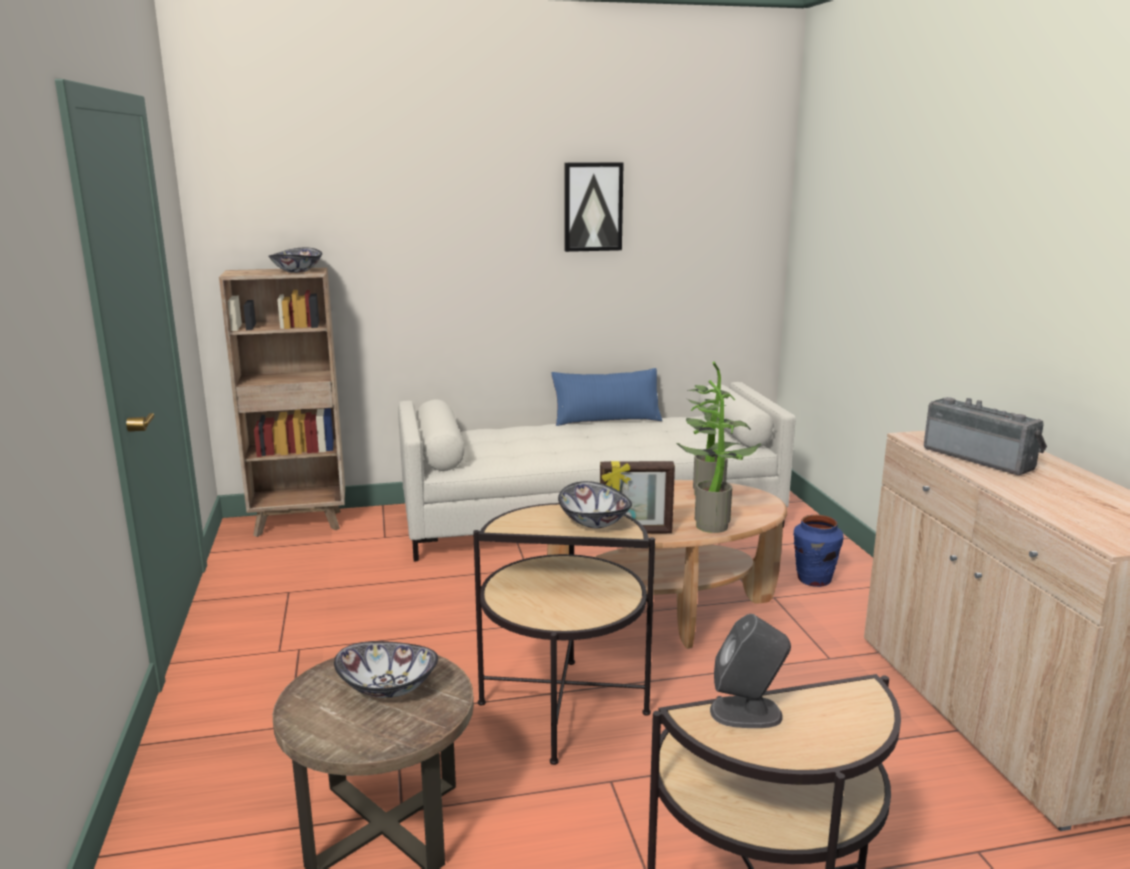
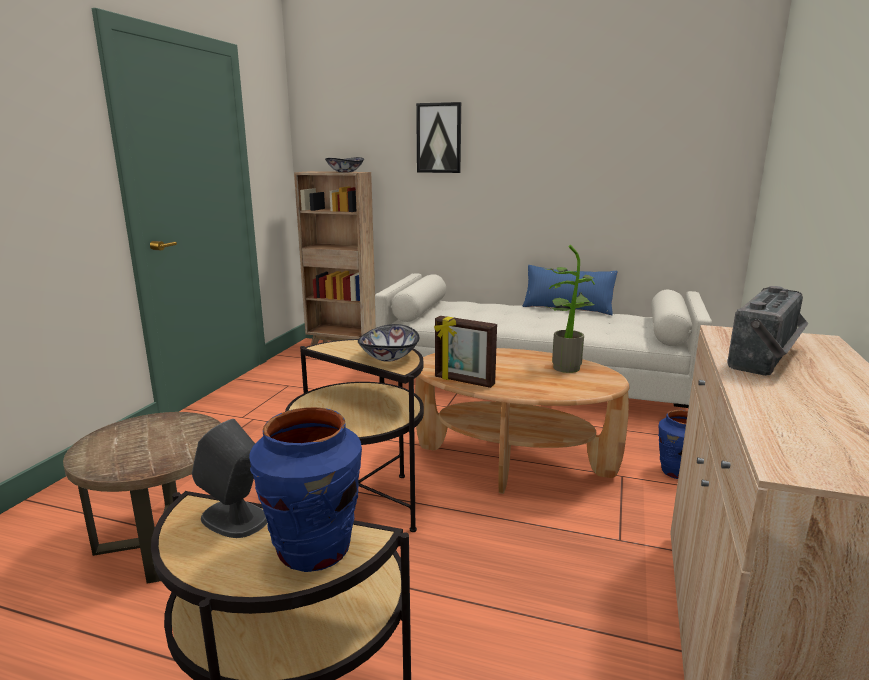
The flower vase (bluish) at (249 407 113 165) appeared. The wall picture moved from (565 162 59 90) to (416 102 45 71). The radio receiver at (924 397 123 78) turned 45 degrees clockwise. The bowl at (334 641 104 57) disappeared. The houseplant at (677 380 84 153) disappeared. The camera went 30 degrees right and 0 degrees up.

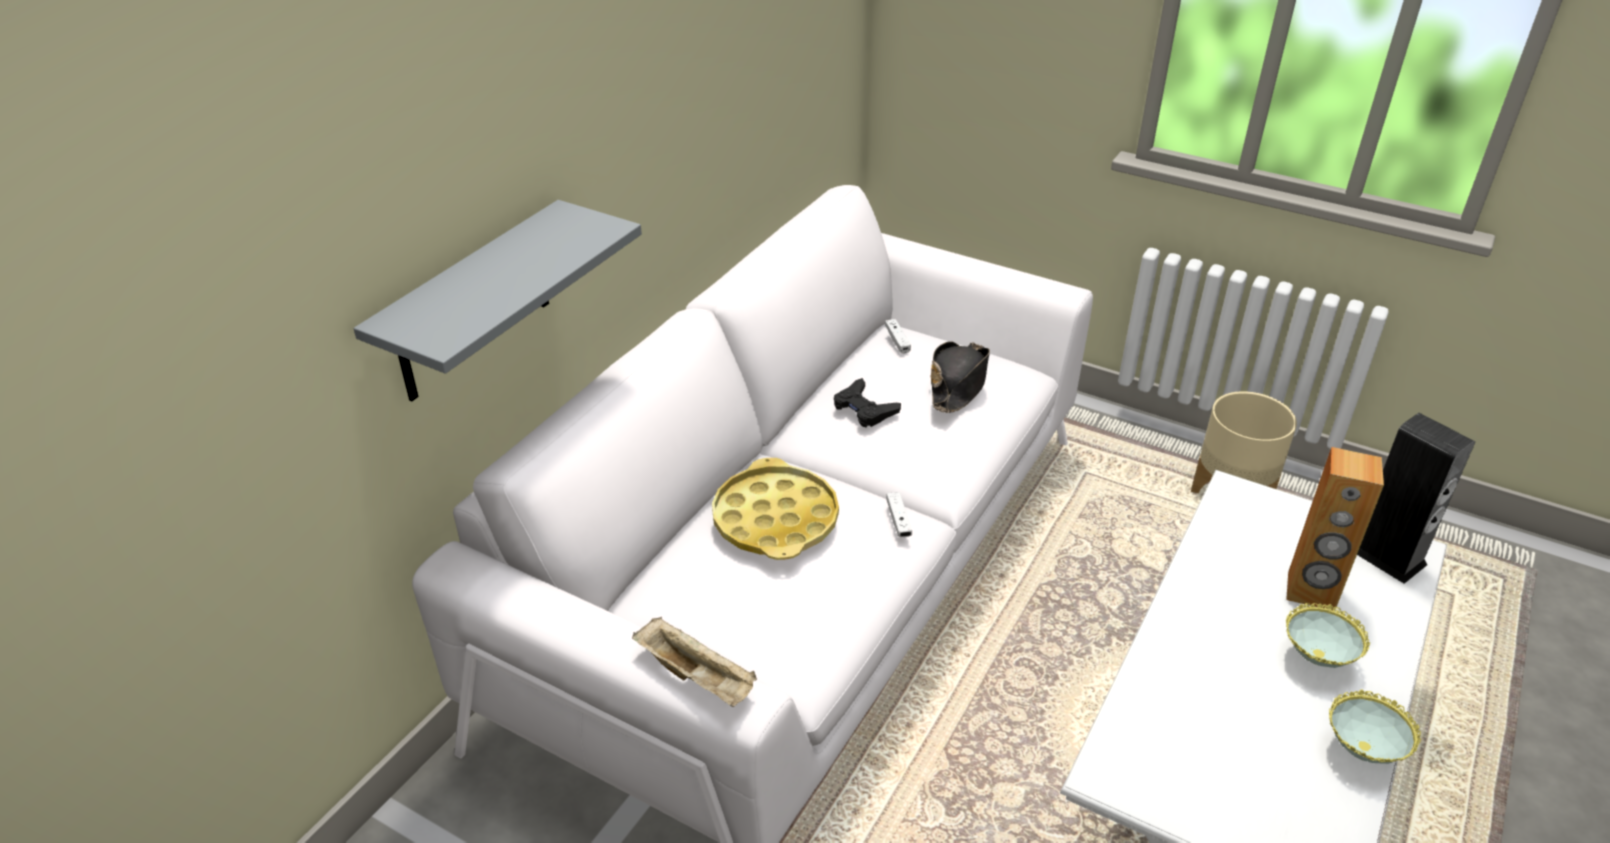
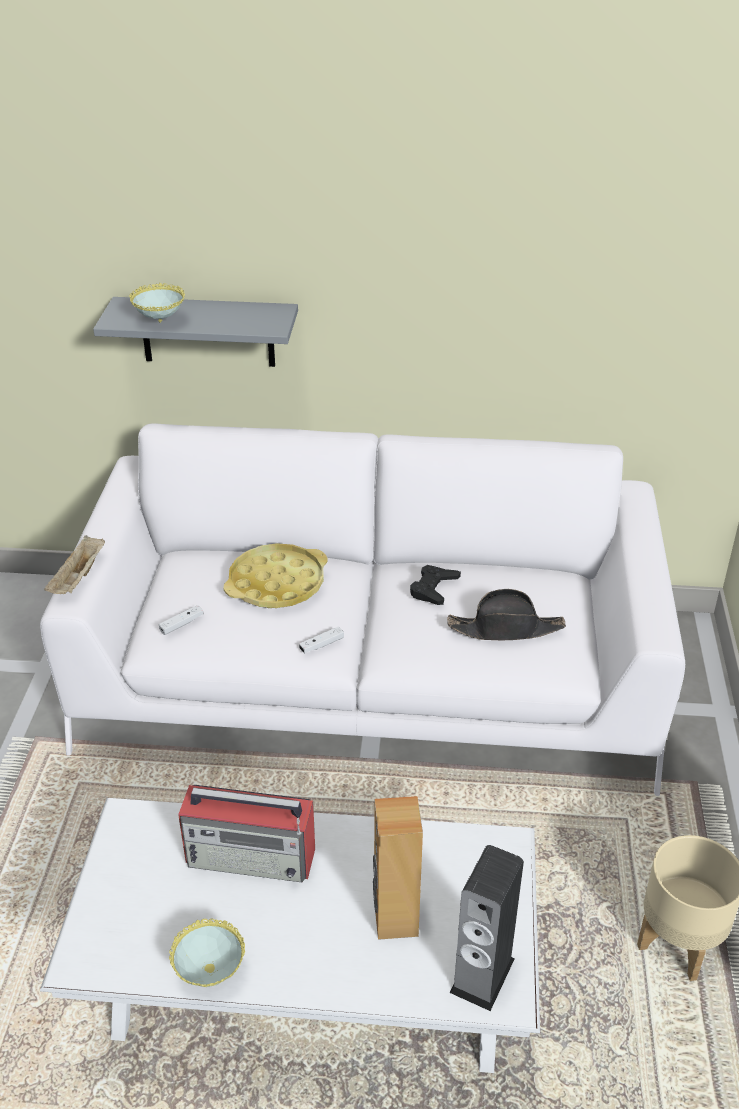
The bowl moved from (1286 603 84 65) to (129 283 56 40). The game controller (white-coloured) moved from (885 319 26 35) to (159 605 44 30). The radio receiver at (178 785 137 97) appeared. The camera went 65 degrees right and 0 degrees up.

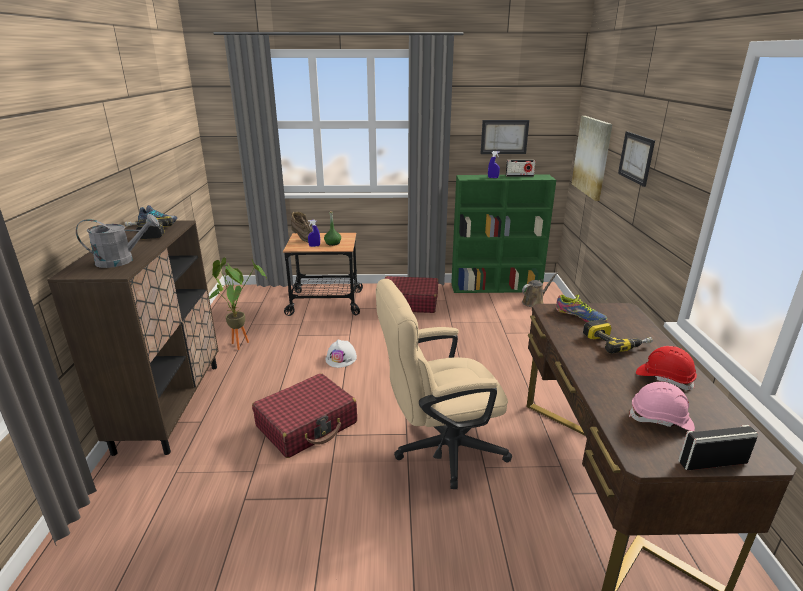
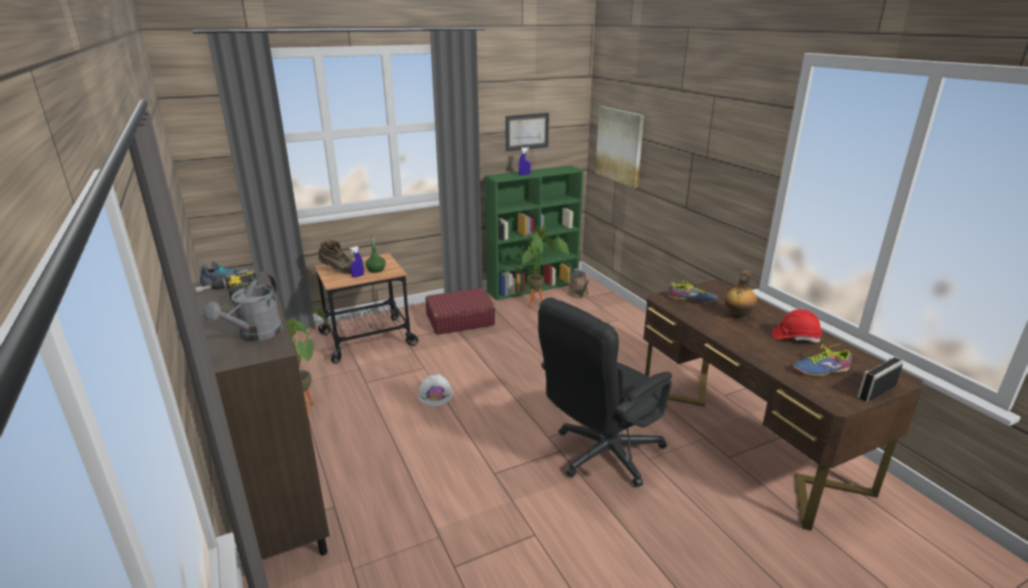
The watering pot (gray) at (76 214 83 54) turned 150 degrees clockwise. The houseplant at (519 226 50 82) appeared. The office chair (sand-coloured) at (376 279 136 210) became the office chair (blackish) at (538 298 134 189). The watering pot (brown) at (522 272 36 35) turned 135 degrees clockwise. The electric drill at (583 319 70 35) was replaced by the bottle at (725 271 32 48). The safety helmet (pinkish) at (629 382 66 49) was replaced by the low shoe at (793 344 59 32). The travel case (red) at (252 373 105 85) disappeared. The radio receiver at (506 160 29 17) disappeared. The wall picture at (618 131 37 56) disappeared. The camera went 25 degrees left and 0 degrees up.

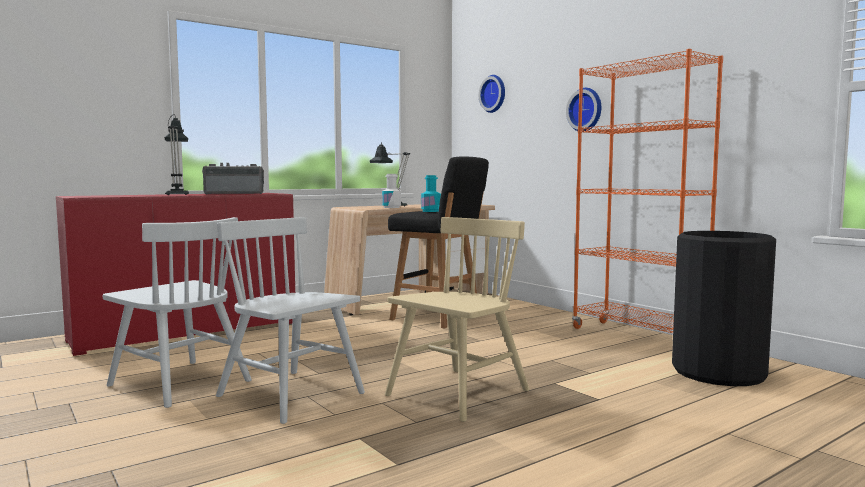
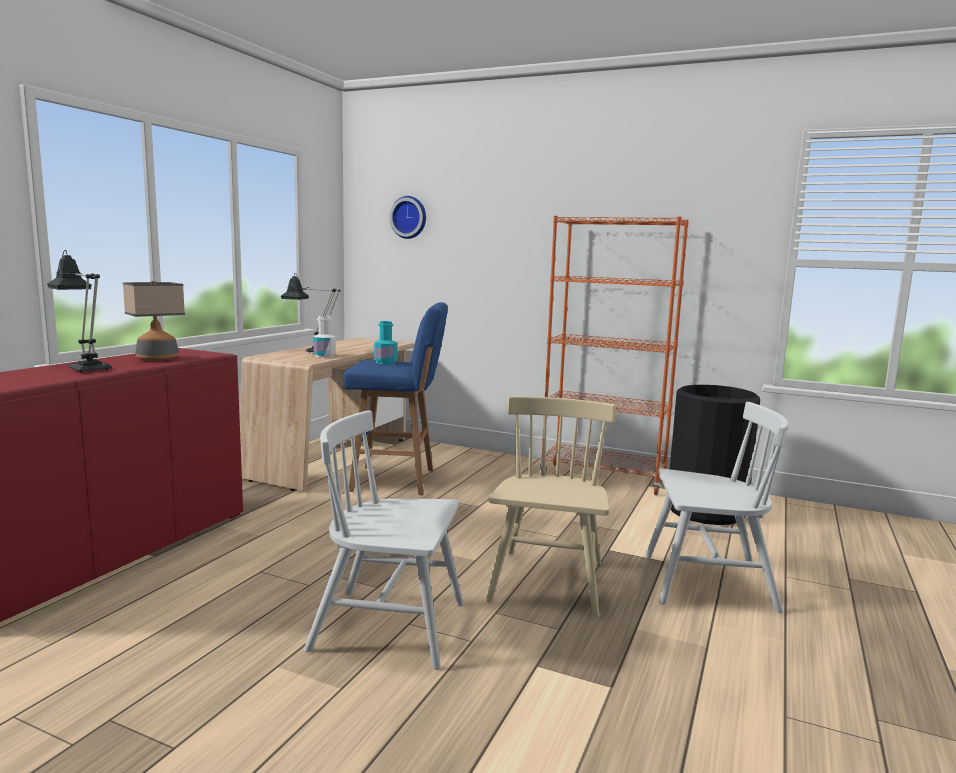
The radio receiver at (202 163 62 31) was replaced by the table lamp at (123 281 62 80). The sitting stool (blackish) at (388 156 101 173) became the sitting stool (bluish) at (343 302 105 193). The upright chair (white-coloured) moved from (103 217 149 191) to (645 402 143 211). The clock on the wall at (566 88 35 43) disappeared. The camera went 30 degrees left and 5 degrees up.

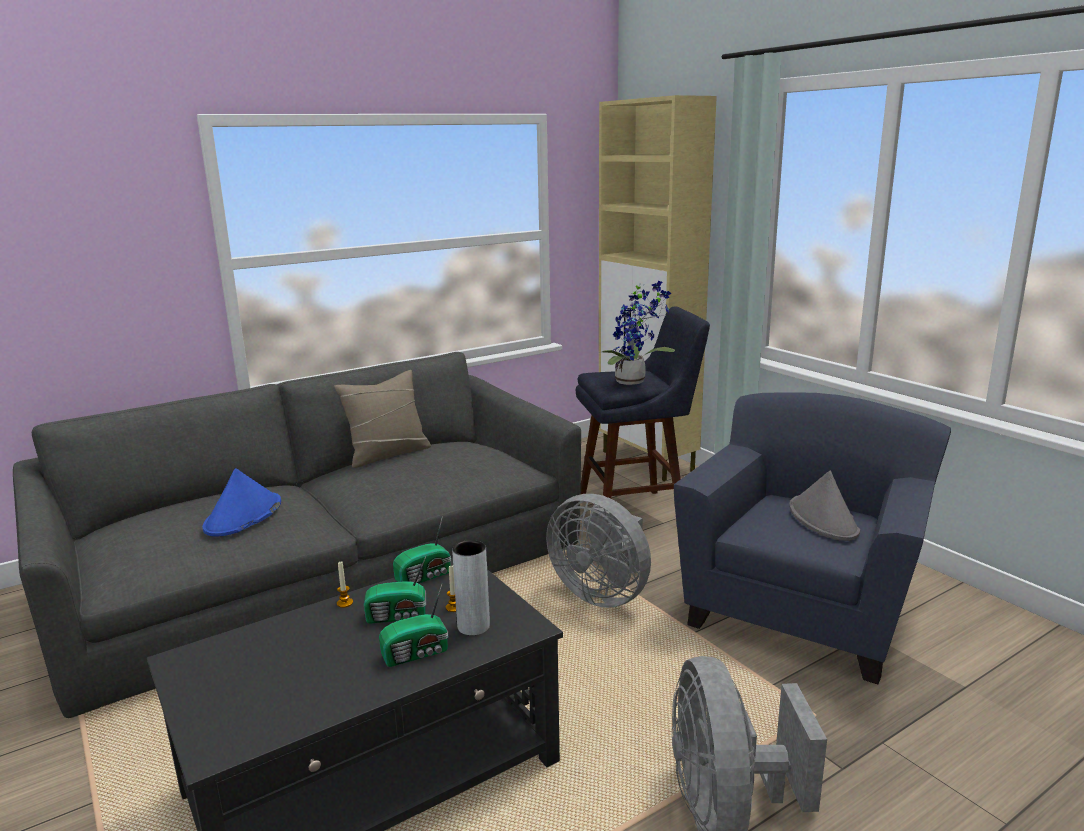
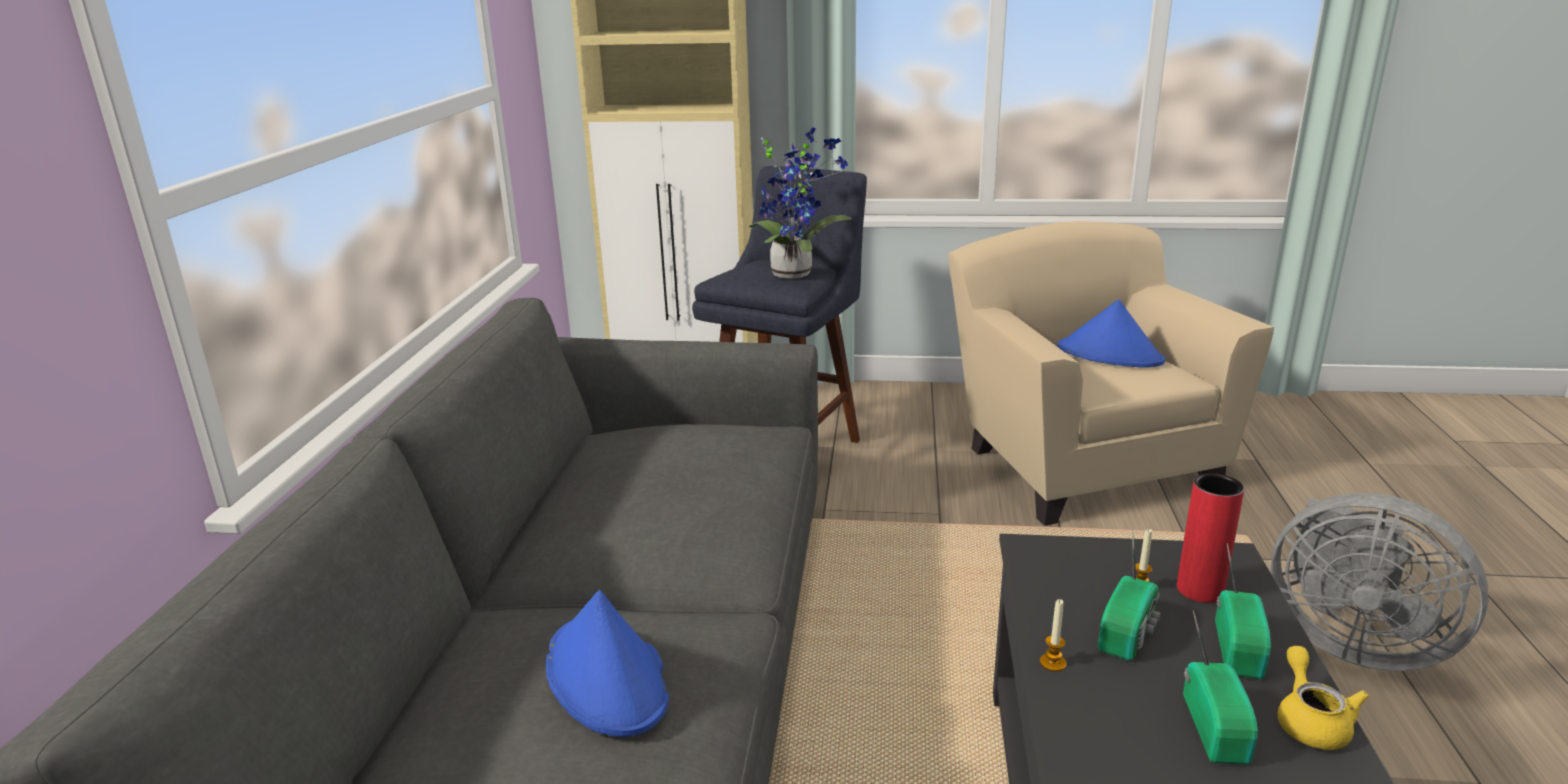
The lounge chair (bluish) at (674 392 277 292) became the lounge chair (sand-coloured) at (948 221 326 305). The clothing hat (gray) at (790 471 70 70) became the clothing hat (bluish) at (1058 299 107 69). The flower vase (gray) at (452 540 38 95) became the flower vase (red) at (1177 473 67 130). The radio receiver moved from (393 516 58 68) to (1183 610 75 155). The teapot (yellowish) at (1277 646 92 104) appeared. The throw pillow (sand-coloured) at (334 370 97 98) disappeared. The electric fan (gray) at (546 494 105 114) disappeared. The camera went 50 degrees left and 5 degrees up.

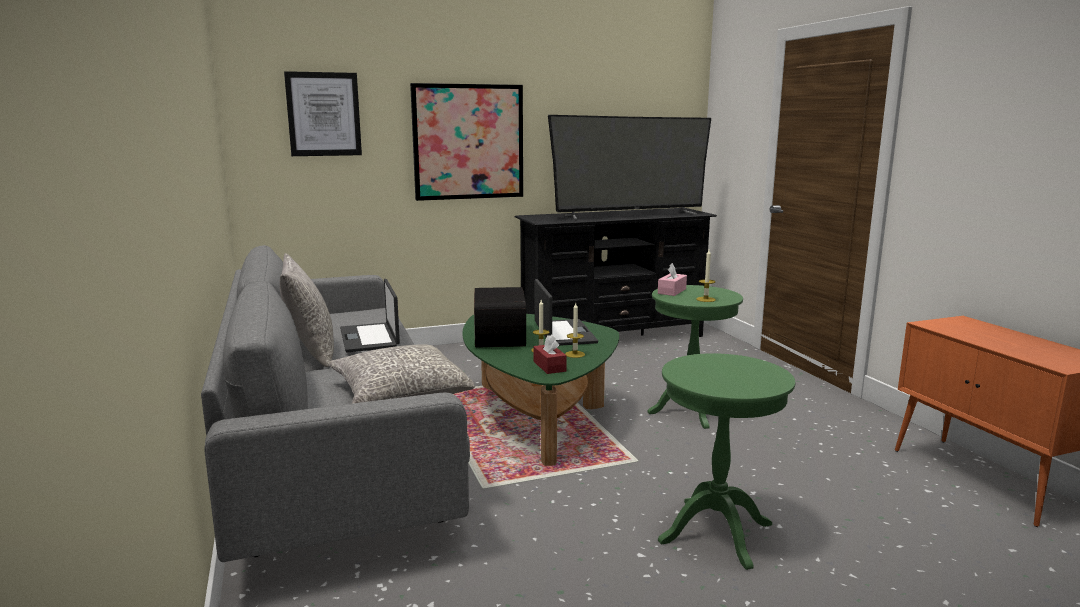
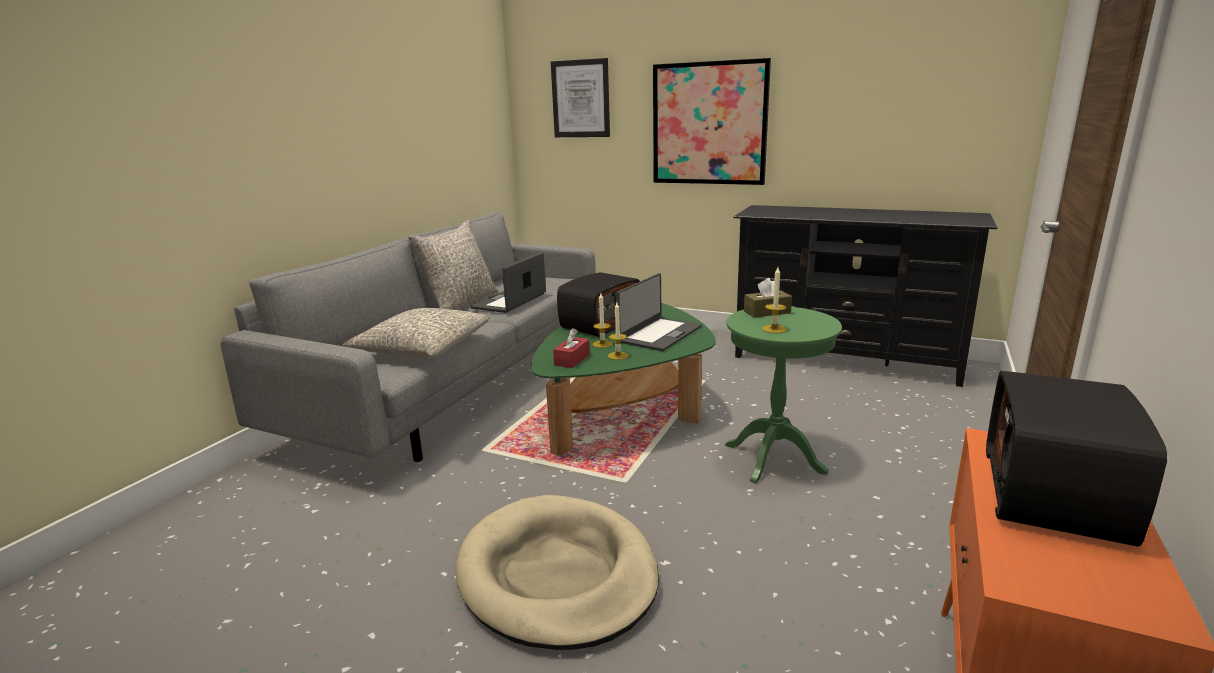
The side table (green-coloured) at (658 353 137 217) was replaced by the pet bed (sand-coloured) at (456 495 203 155). The tissue box (pinkish) at (658 263 29 33) became the tissue box (brown) at (744 278 48 40). The radio receiver at (986 371 181 176) appeared. The TV set at (548 115 163 105) disappeared. The camera went 45 degrees right and 5 degrees up.

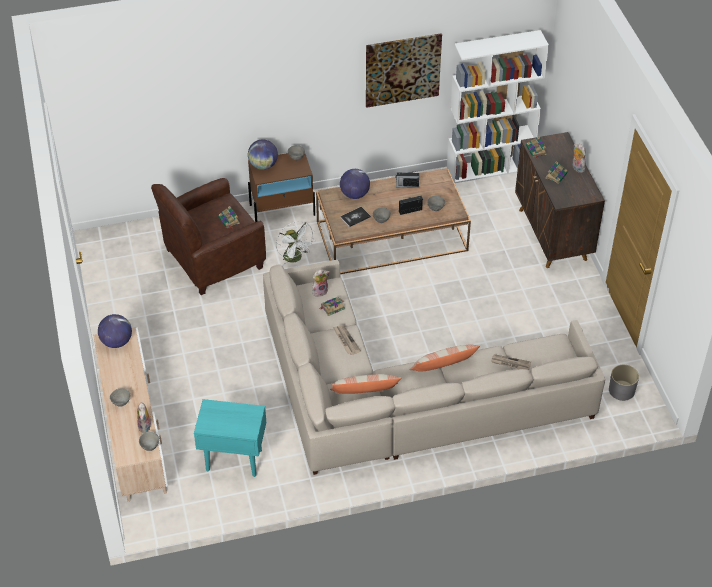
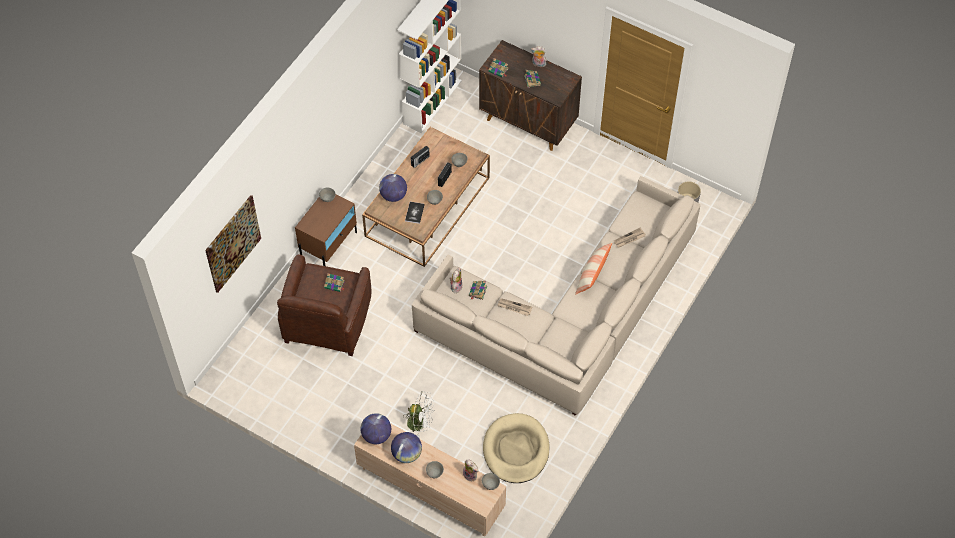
The wall picture moved from (366 33 76 75) to (205 195 56 98). The desk globe moved from (248 139 30 31) to (391 432 31 31). The electric fan (white-coloured) moved from (276 221 40 45) to (403 391 31 47). The side table (blue-green) at (194 399 72 78) was replaced by the pet bed (sand-coloured) at (483 413 66 70). The throw pillow at (330 374 71 20) disappeared. The camera went 45 degrees left and 10 degrees up.

